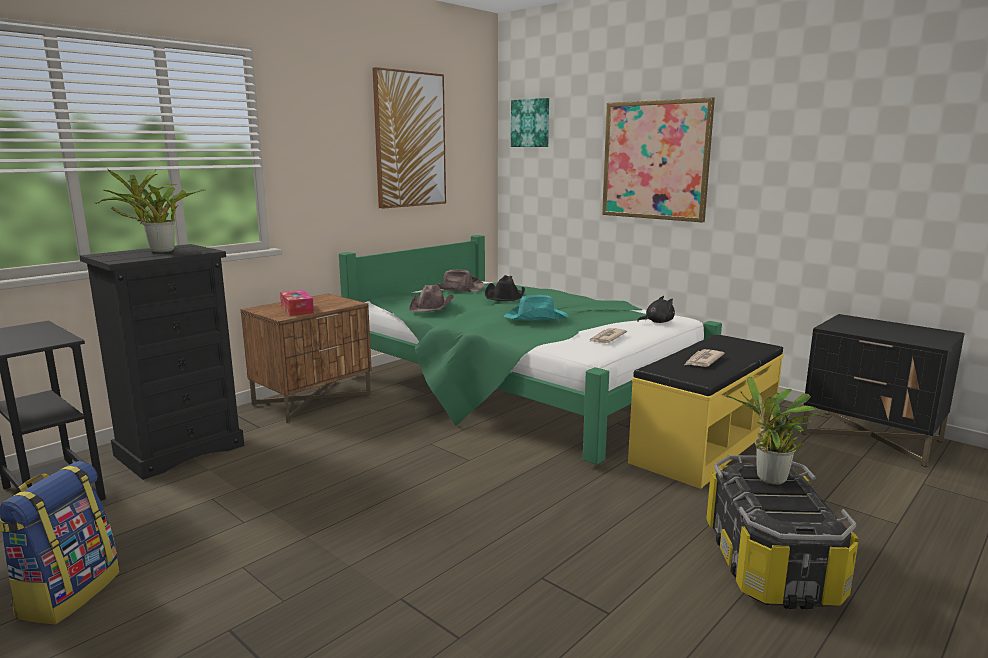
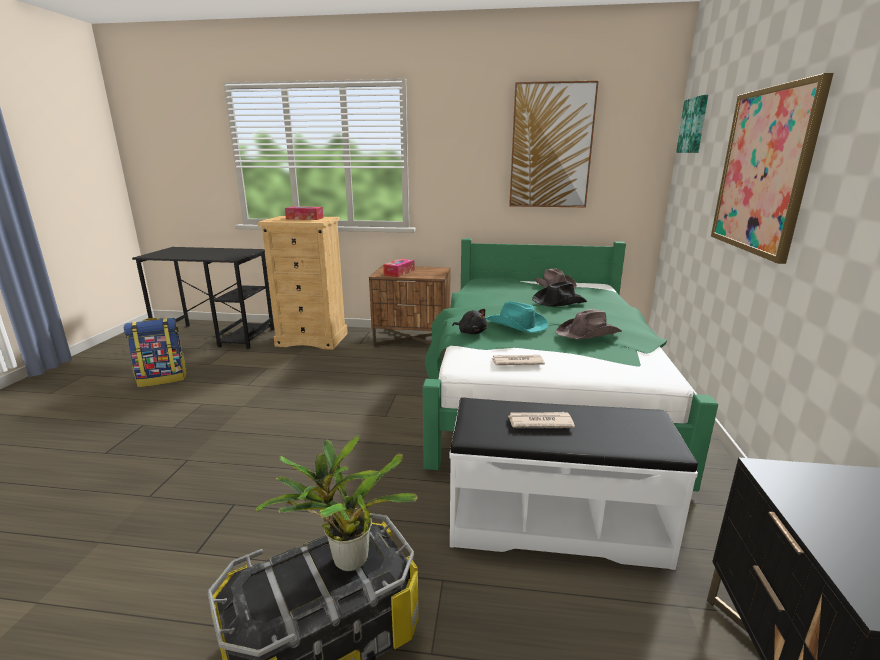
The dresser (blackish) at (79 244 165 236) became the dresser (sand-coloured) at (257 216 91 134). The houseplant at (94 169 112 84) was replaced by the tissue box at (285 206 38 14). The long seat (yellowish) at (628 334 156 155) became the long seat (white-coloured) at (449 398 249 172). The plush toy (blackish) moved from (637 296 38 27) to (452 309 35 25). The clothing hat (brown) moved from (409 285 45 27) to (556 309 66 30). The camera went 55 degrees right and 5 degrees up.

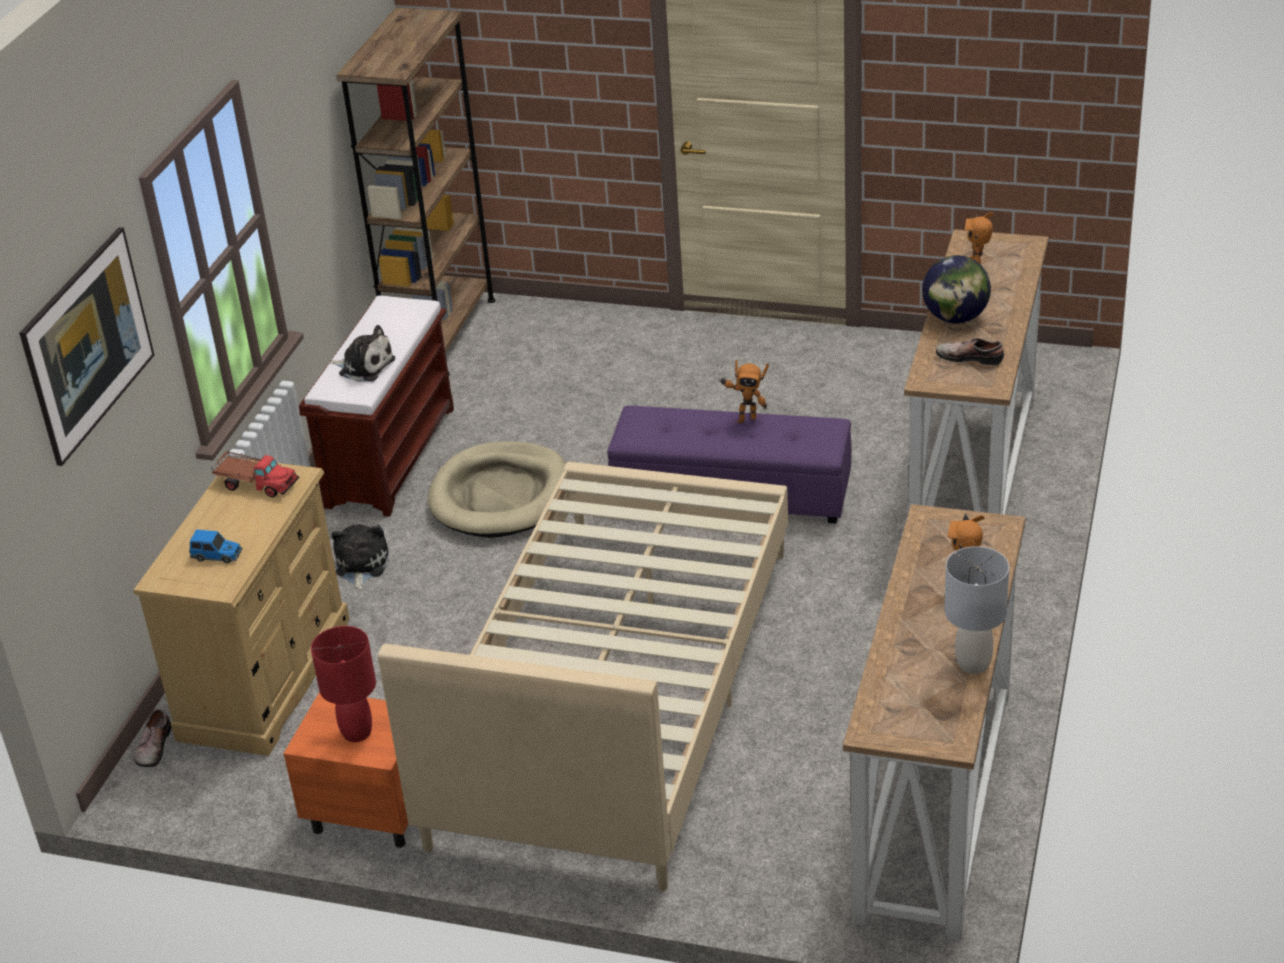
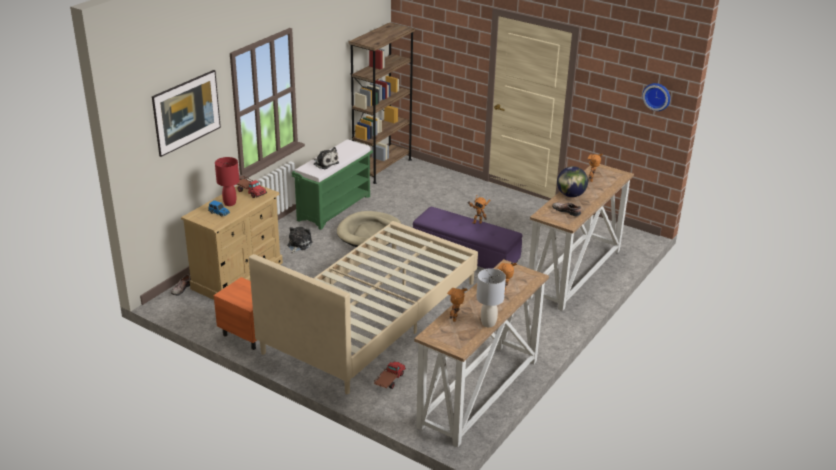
The table lamp (red) moved from (311 626 65 116) to (215 157 24 49). The long seat (brown) at (299 296 155 221) became the long seat (green-coloured) at (292 139 81 91). The toy lorry at (374 361 32 28) appeared. The robot figure at (447 287 21 35) appeared. The clock on the wall at (642 83 28 28) appeared. The camera went 15 degrees right and 5 degrees down.

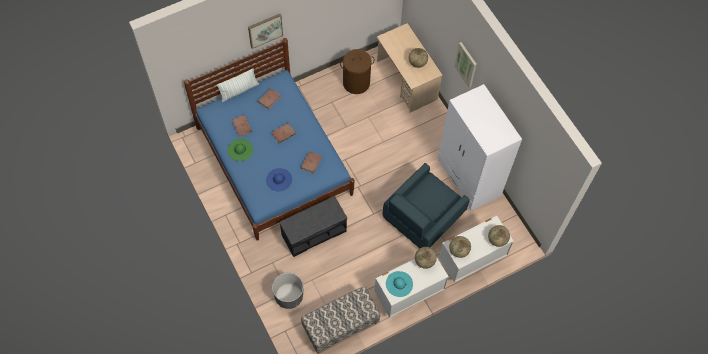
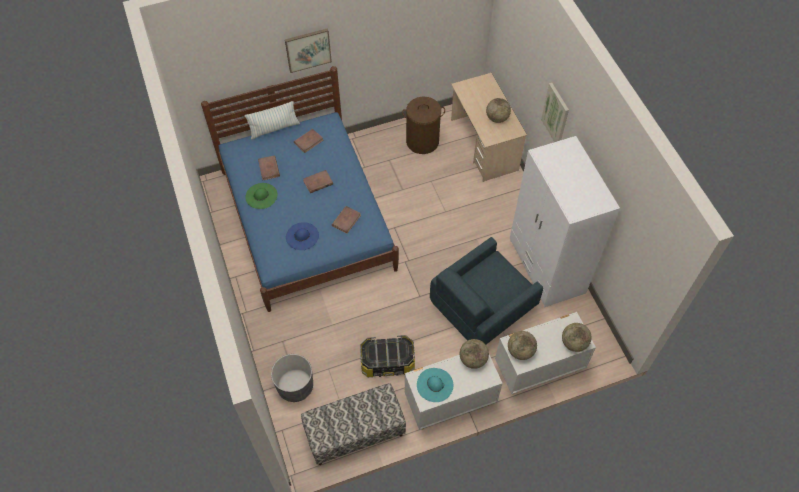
The storage bin at (360 335 55 42) appeared. The long seat (gray) at (279 196 68 61) disappeared. The camera went 10 degrees right and 5 degrees down.

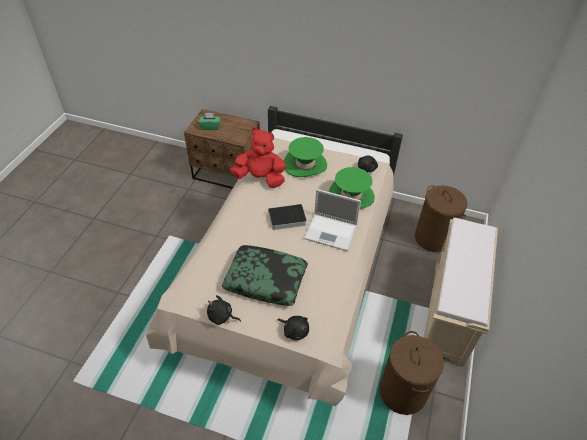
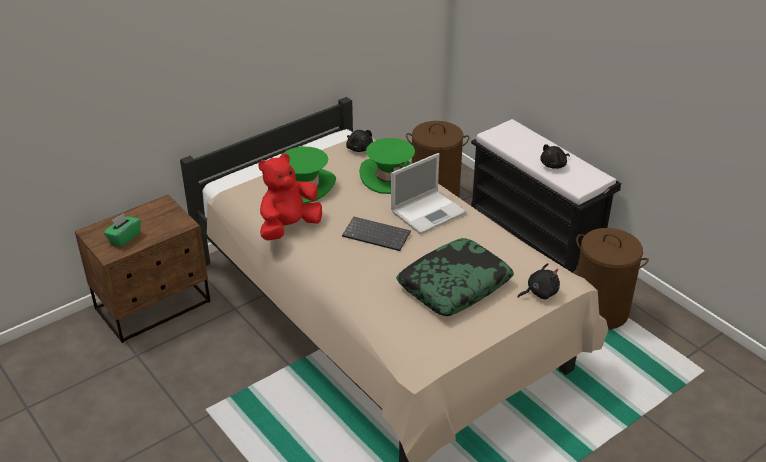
The volume at (263 204 44 26) was replaced by the PC keyboard at (342 217 69 34). The long seat (sand-coloured) at (424 218 74 149) became the long seat (blackish) at (471 119 150 153). The plush toy (blackish) moved from (207 295 34 30) to (541 144 29 25). The camera went 55 degrees left and 10 degrees down.

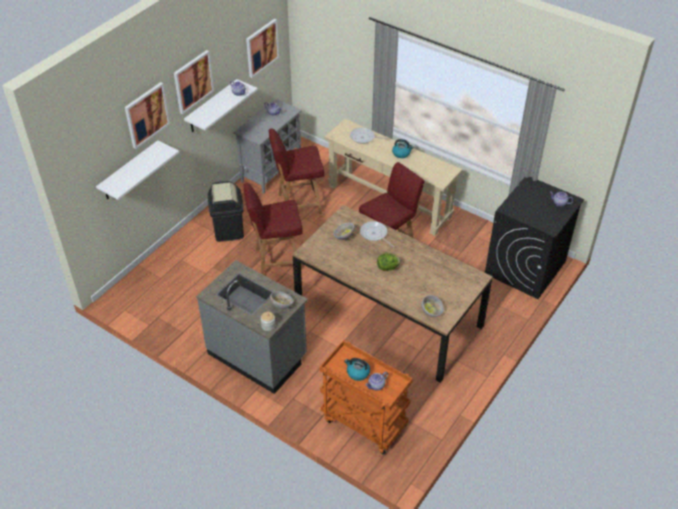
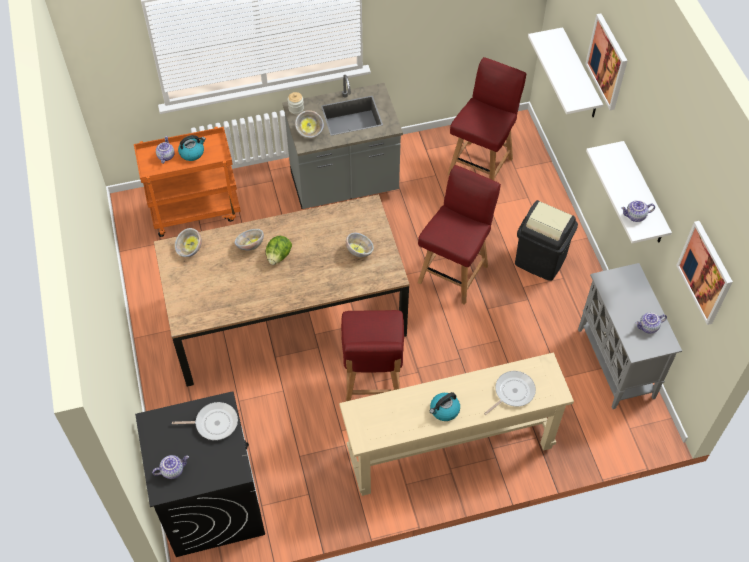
The frying pan moved from (360 221 35 27) to (172 402 66 38). The bowl at (235 229 29 22) appeared. The upright chair (red) moved from (269 128 55 86) to (448 57 78 123). The wall picture at (174 50 40 64) disappeared. The camera went 130 degrees right and 10 degrees up.

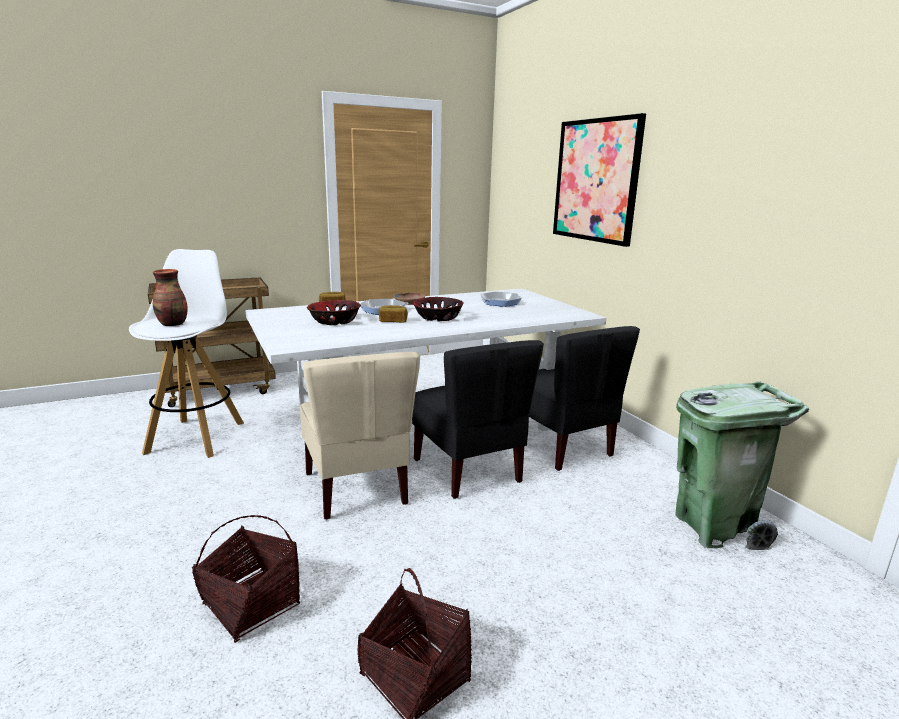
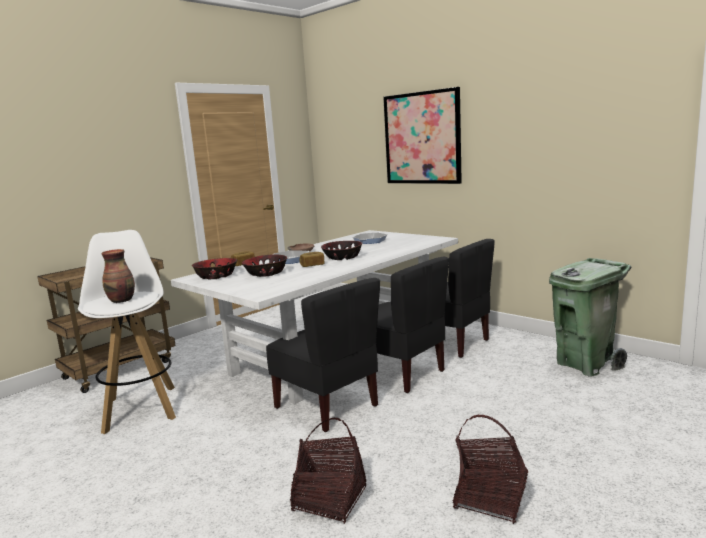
The bowl at (192 258 45 21) appeared. The upright chair (sand-coloured) at (300 352 120 168) became the upright chair (blackish) at (266 278 114 154). The camera went 20 degrees left and 5 degrees down.

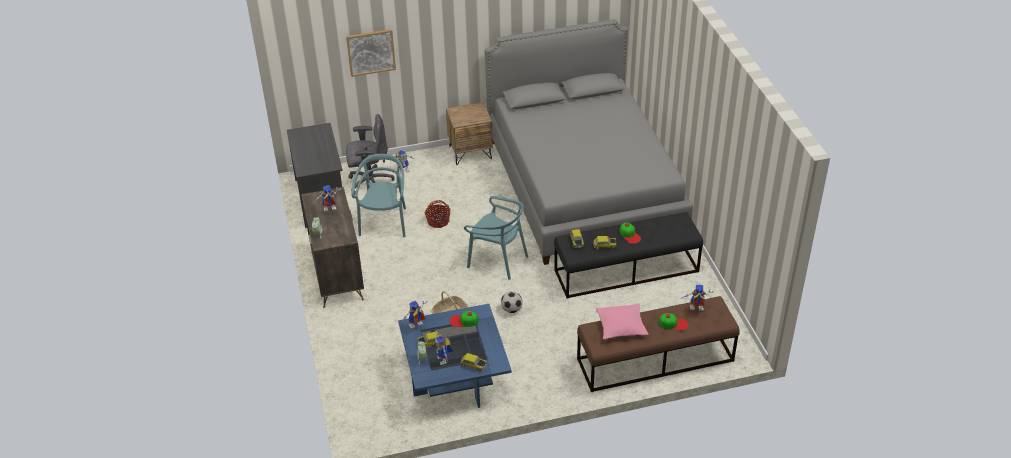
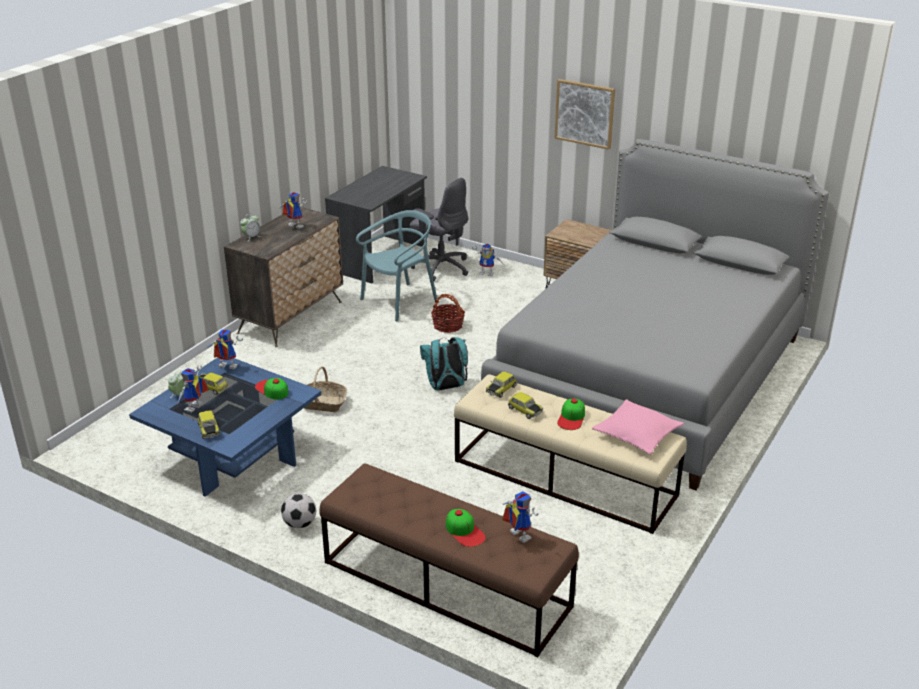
The ball for football moved from (501 291 22 22) to (281 493 35 35). The upright chair (blue-green) at (464 196 64 84) was replaced by the knapsack (blue-green) at (420 337 48 54). The long seat (blackish) at (554 212 149 86) became the long seat (sand-coloured) at (454 374 233 160). The wall picture moved from (346 29 50 48) to (555 79 60 71). The throw pillow (pinkish) moved from (596 303 53 36) to (592 399 92 56). The camera went 45 degrees right and 10 degrees down.

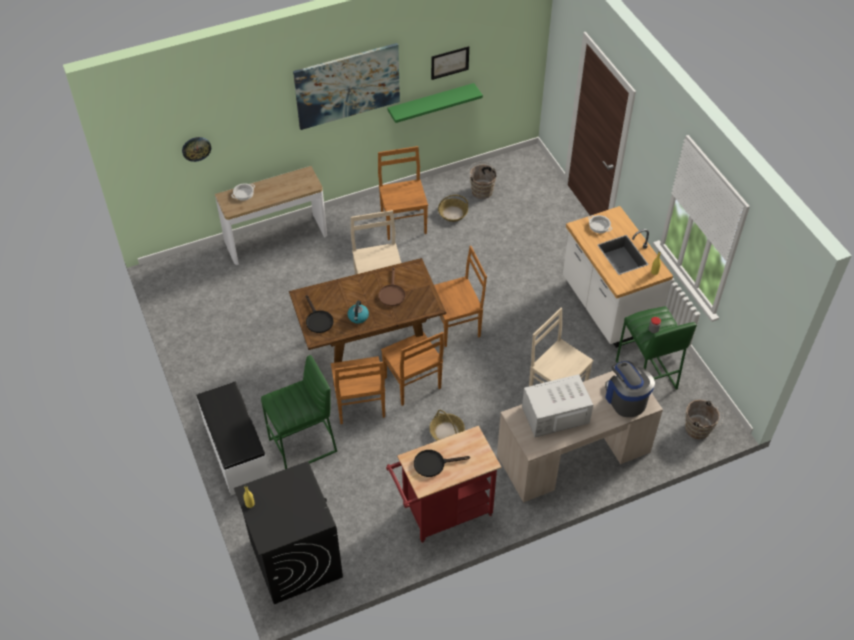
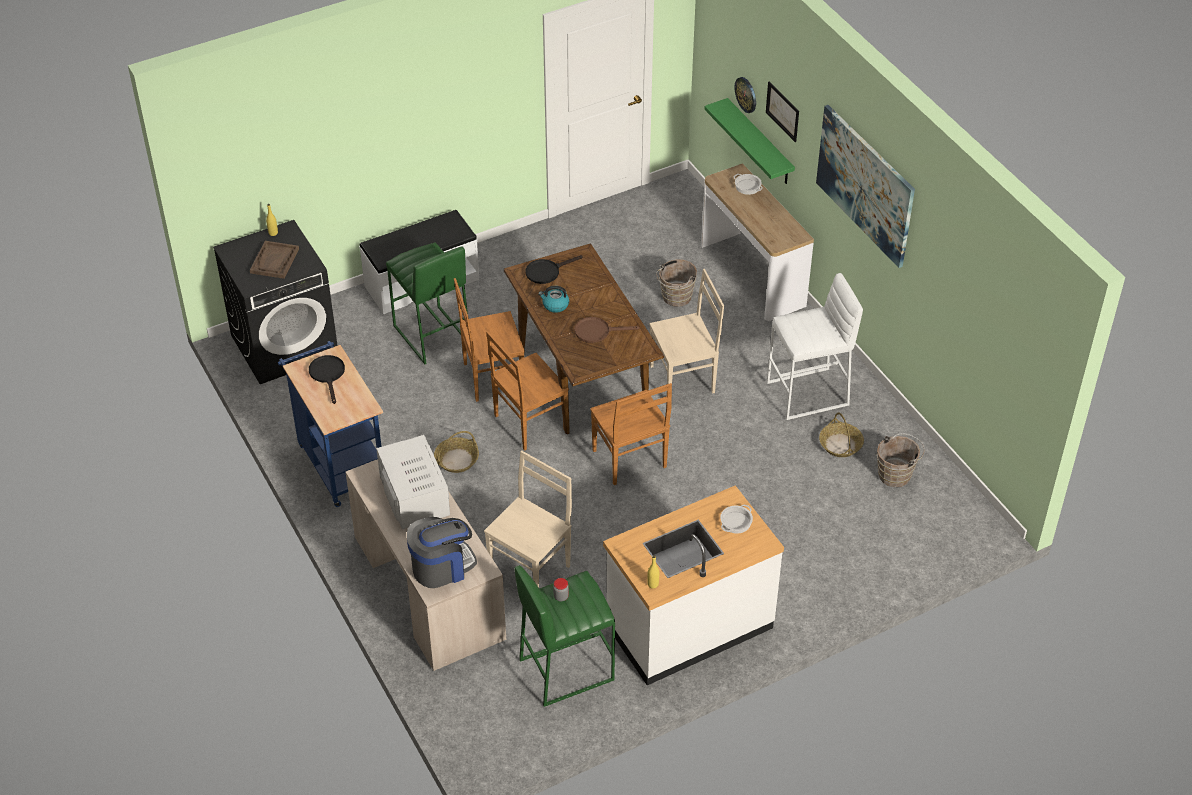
The serving tray (brown) at (250 241 49 38) appeared. The cart (red) at (386 426 115 117) became the cart (bluish) at (278 341 105 166). The bucket (brown) moved from (685 400 38 40) to (656 259 41 48). The wall shelf (green-coloured) moved from (387 83 96 40) to (704 98 91 86). The wall picture moved from (431 46 38 34) to (766 82 33 60). The upright chair (brown) at (378 146 50 94) was replaced by the sitting stool (white-coloured) at (767 273 96 147). The camera went 85 degrees right and 5 degrees down.

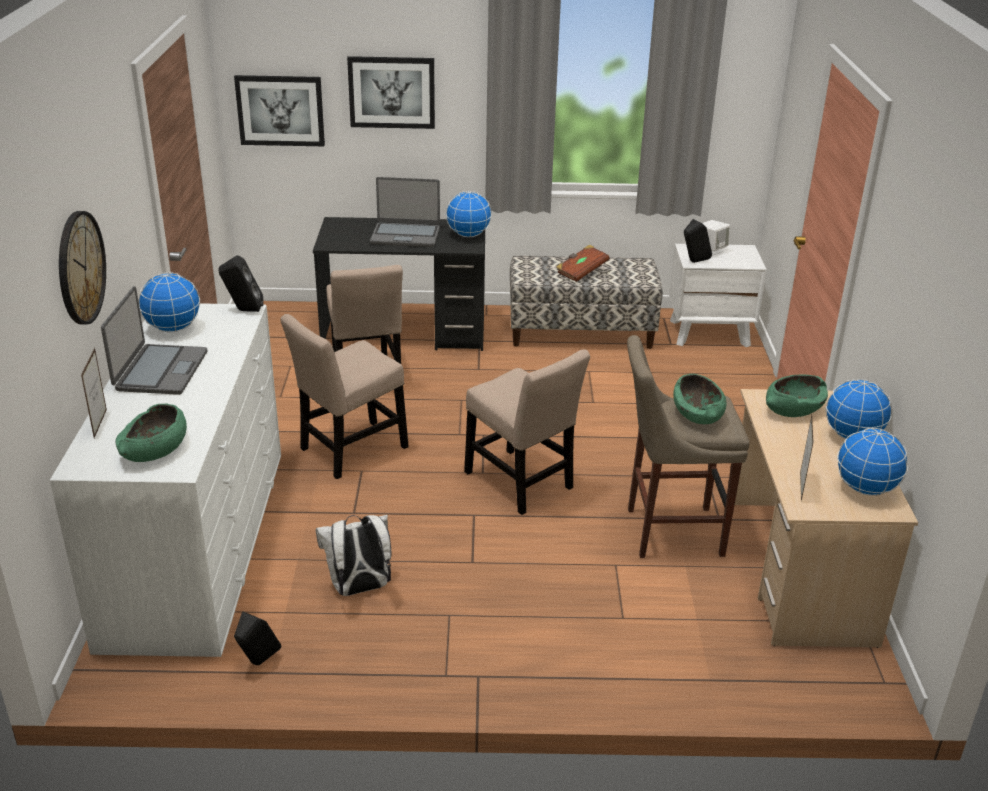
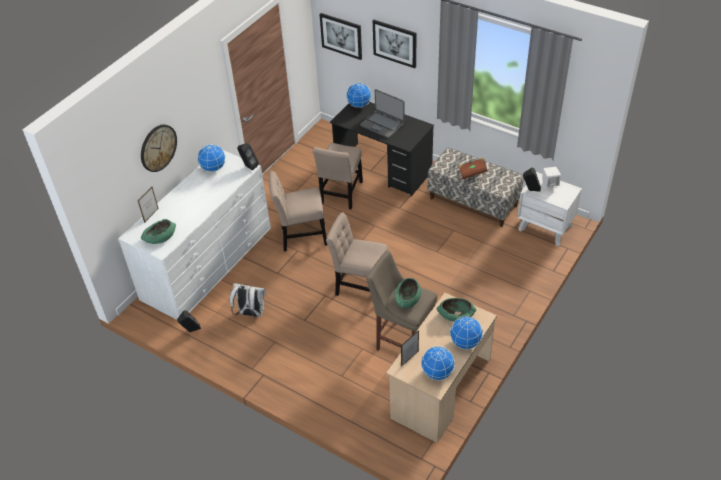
The upright chair (sand-coloured) at (464 349 126 166) turned 120 degrees clockwise. The desk globe moved from (446 191 46 46) to (346 83 25 25). The notebook computer at (101 286 106 109) disappeared. The camera went 35 degrees right and 15 degrees up.

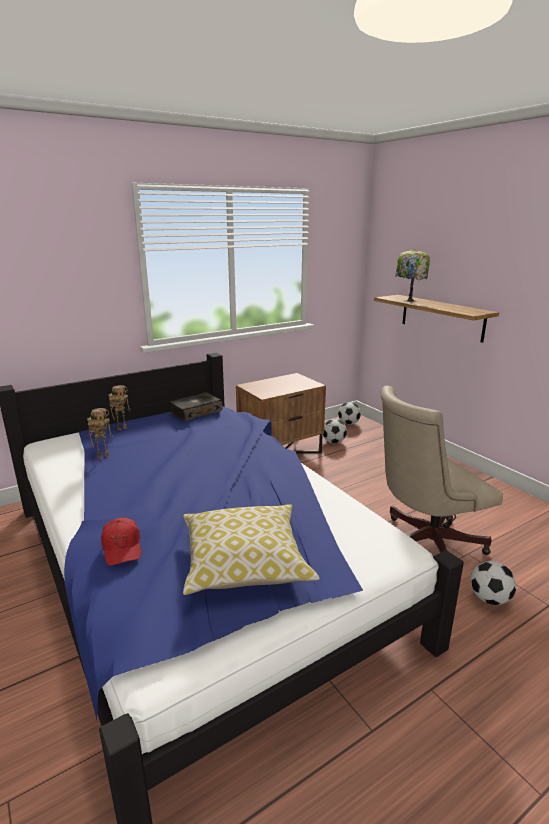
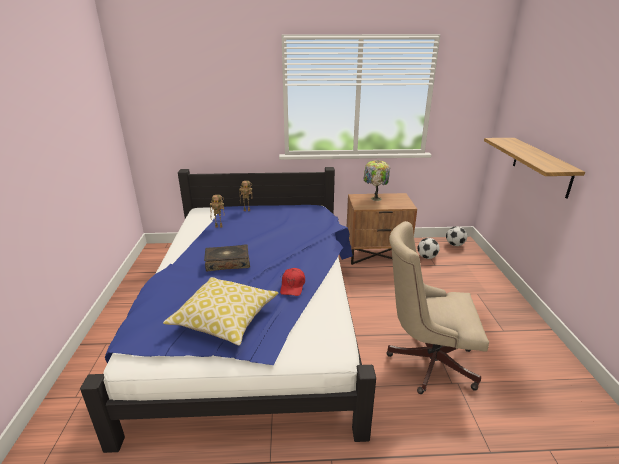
The volume moved from (170 392 53 29) to (204 244 46 28). The baseball cap (red) moved from (101 518 40 48) to (280 268 25 28). The table lamp moved from (395 249 35 53) to (364 160 26 41). The ball for football at (471 561 45 44) disappeared. The camera went 30 degrees right and 5 degrees up.

